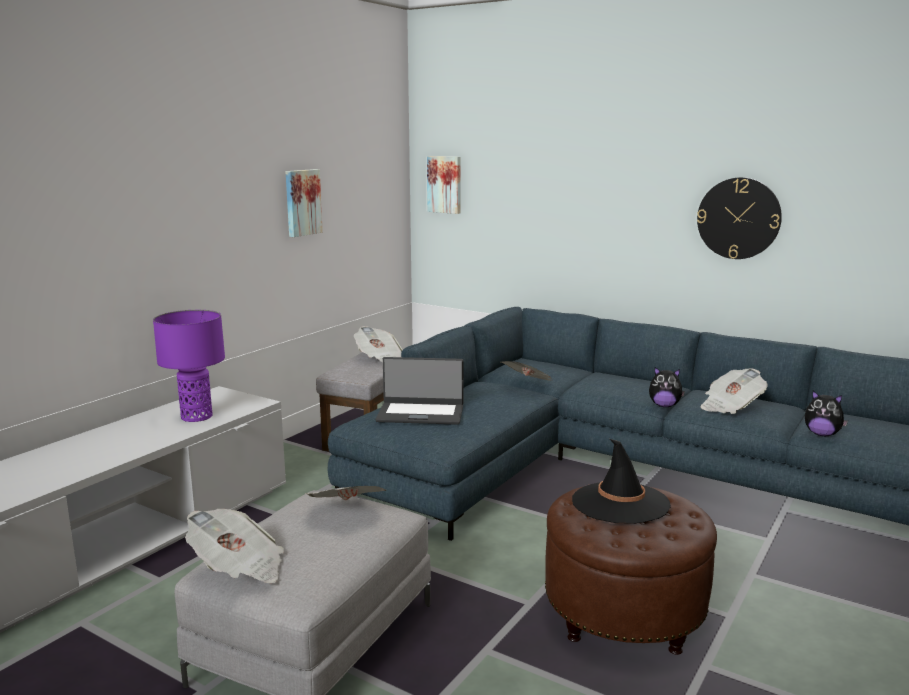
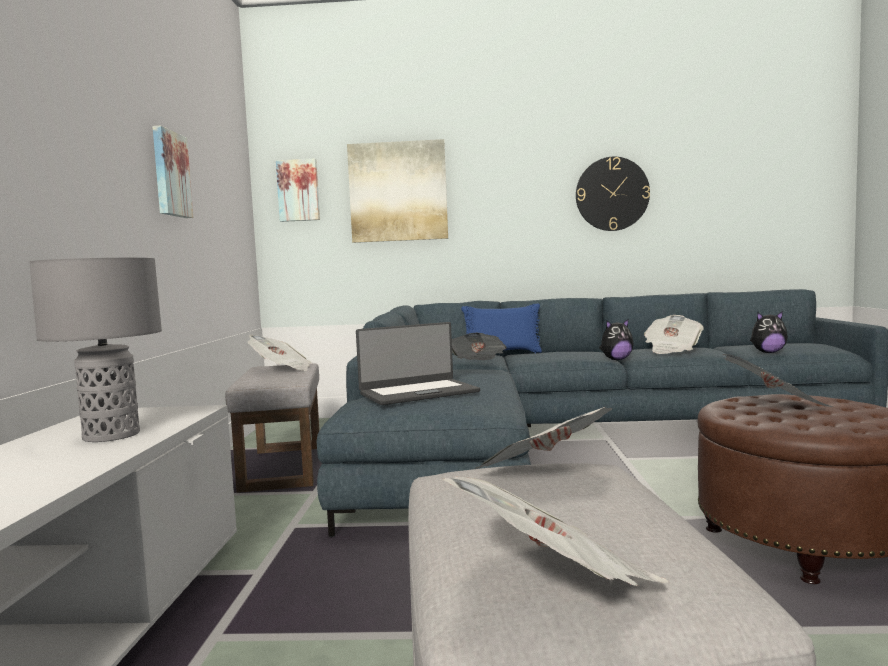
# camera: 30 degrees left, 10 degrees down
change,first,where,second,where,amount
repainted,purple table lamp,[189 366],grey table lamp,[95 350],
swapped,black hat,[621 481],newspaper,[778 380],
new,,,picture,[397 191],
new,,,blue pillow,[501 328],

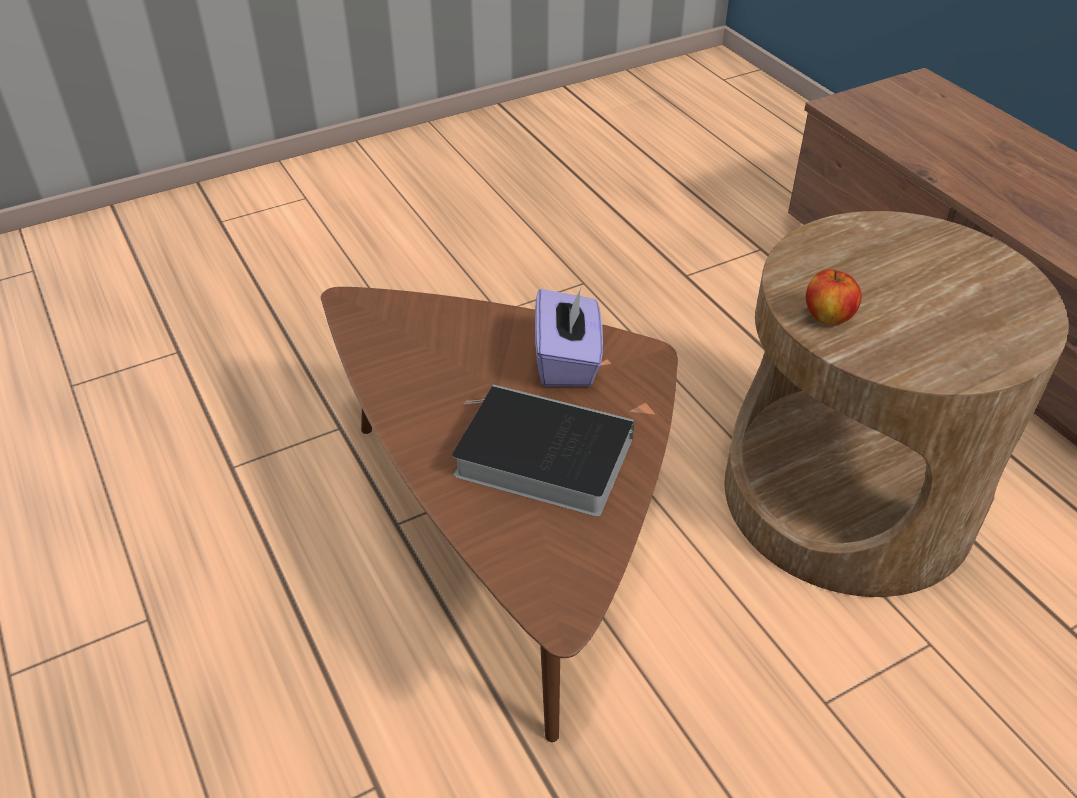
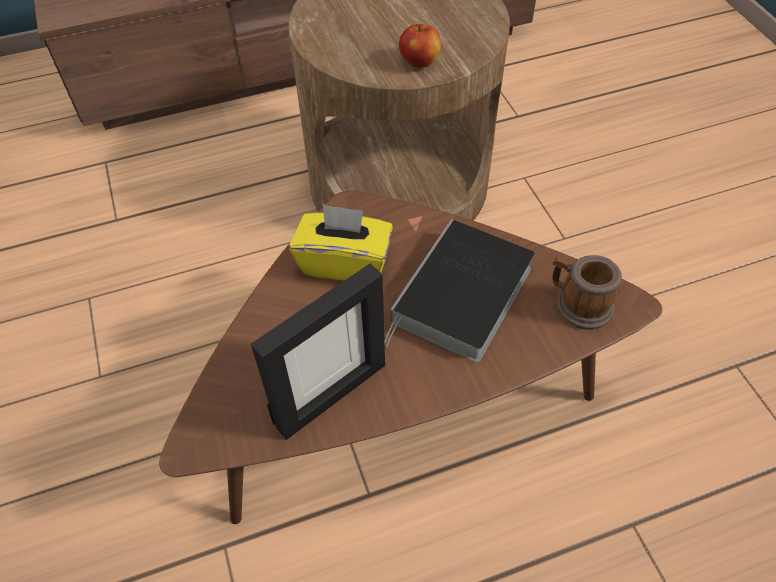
# camera: 80 degrees left, 10 degrees up
change,first,where,second,where,amount
repainted,purple tissue box,[569 337],yellow tissue box,[341 242],
new,,,mug,[587 292],
new,,,picture frame,[318 351],

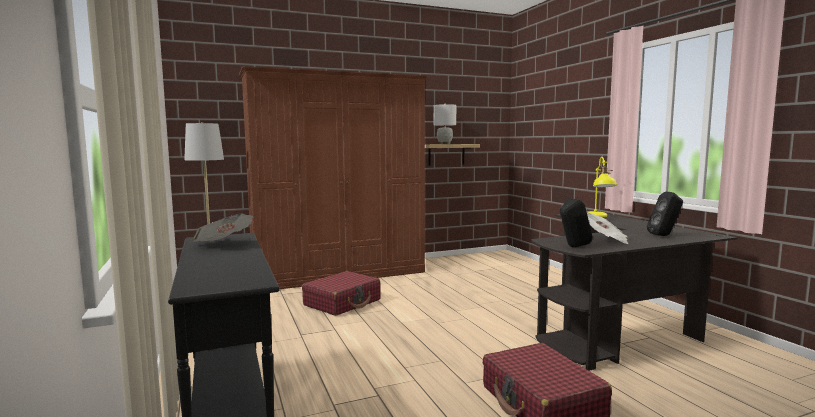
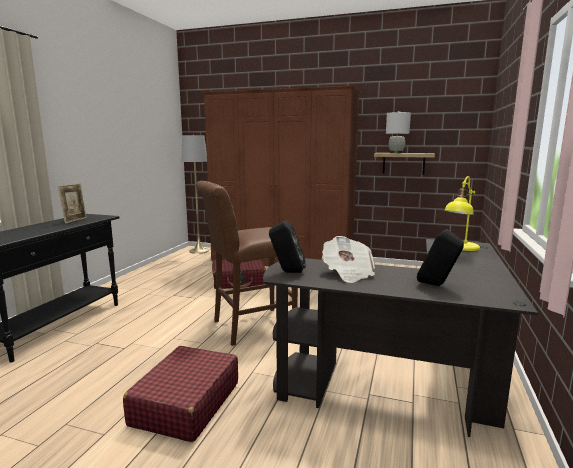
# camera: 40 degrees right, 5 degrees up
change,first,where,second,where,amount
swapped,newspaper,[223 228],picture frame,[72 203],
new,,,brown stool,[247 263],

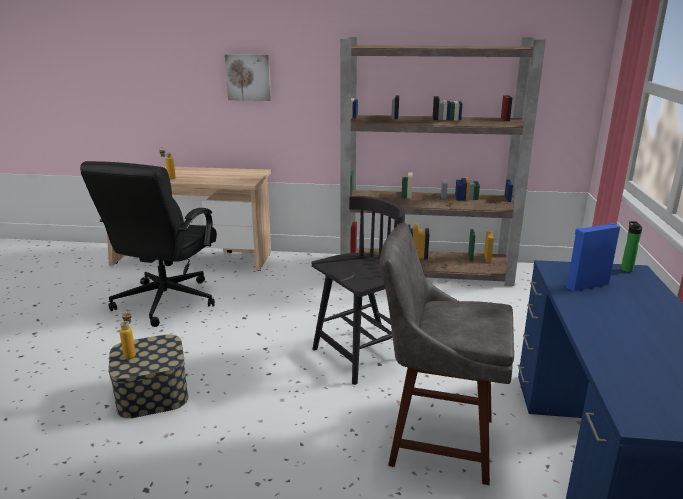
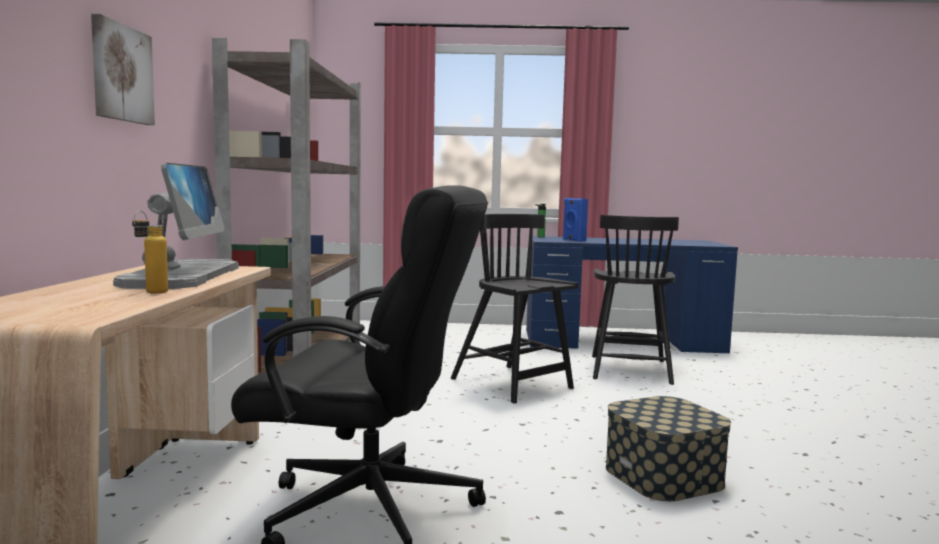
# camera: 95 degrees left, 15 degrees down
change,first,where,second,where,amount
swapped,grey stool,[446 354],black chair,[635 300],
gone,bottle,[128 335],,,
new,,,monitor,[176 226],

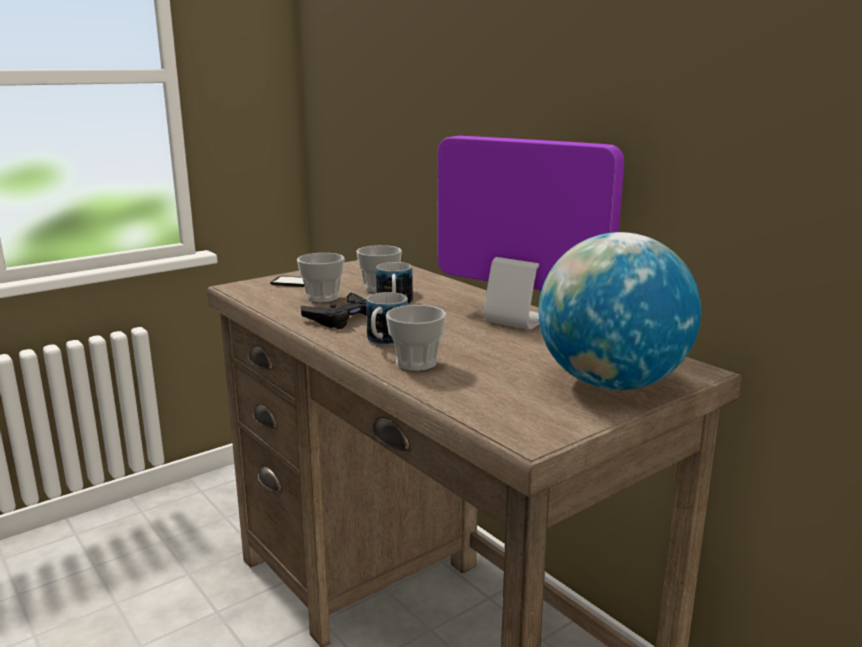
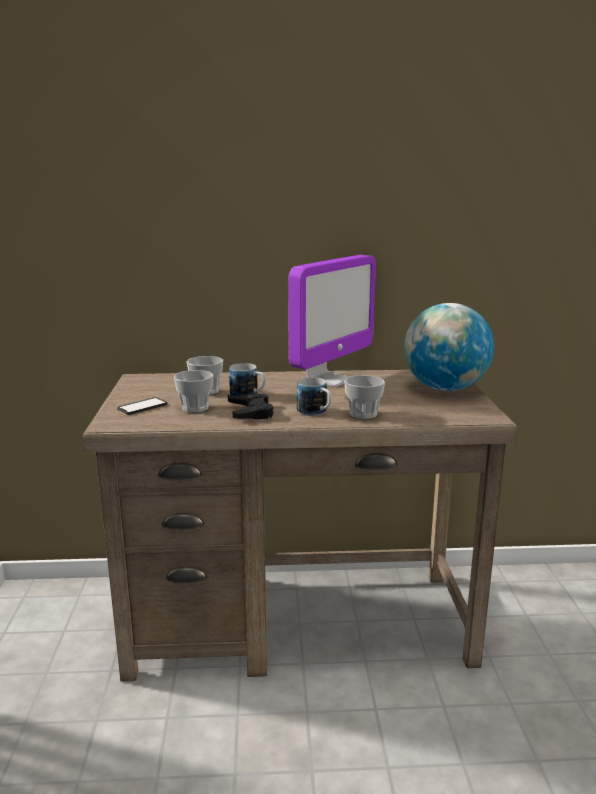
# camera: 55 degrees left, 0 degrees up
change,first,where,second,where,amount
rotated,monitor,[530 233],,[332 321],150 degrees clockwise

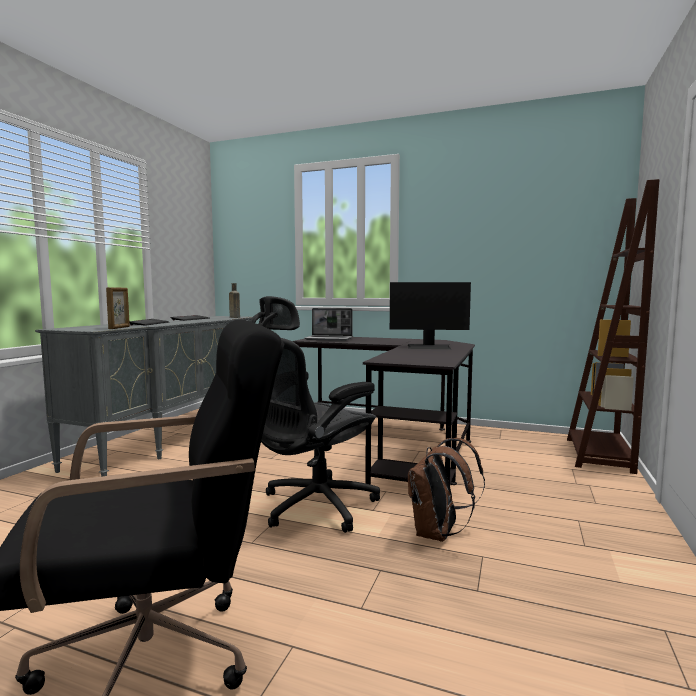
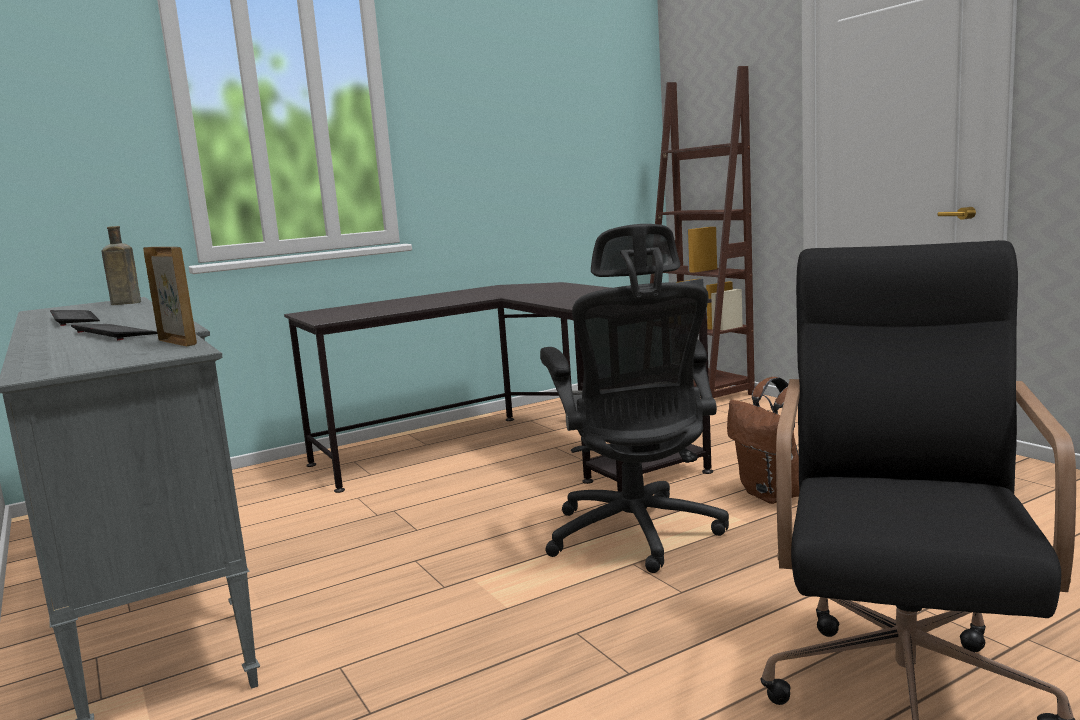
# camera: 50 degrees left, 5 degrees up
change,first,where,second,where,amount
gone,monitor,[430 315],,,
gone,laptop,[328 324],,,

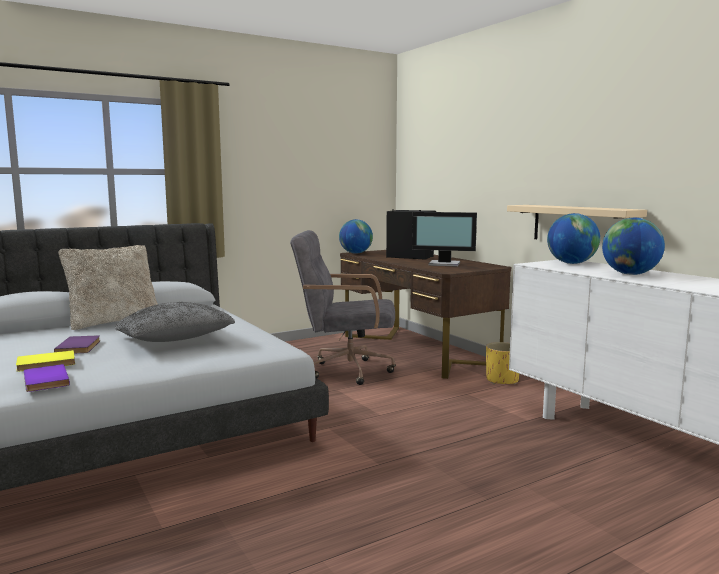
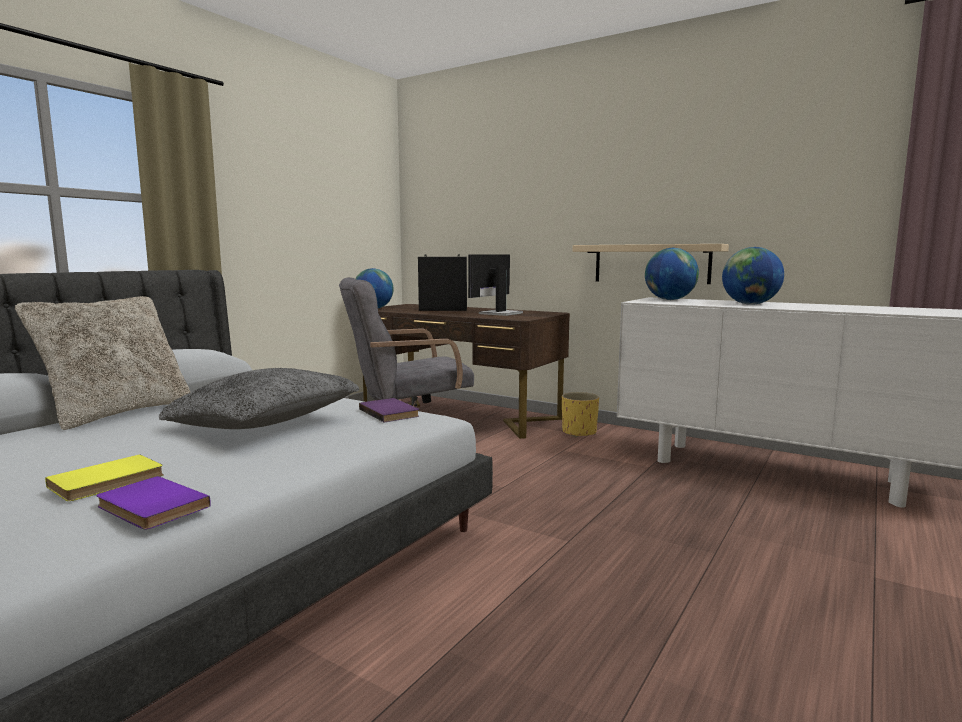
# camera: 25 degrees left, 0 degrees up
change,first,where,second,where,amount
rotated,monitor,[444 239],,[495 285],135 degrees clockwise
shifted,purple book,[77 344],,[389 410],

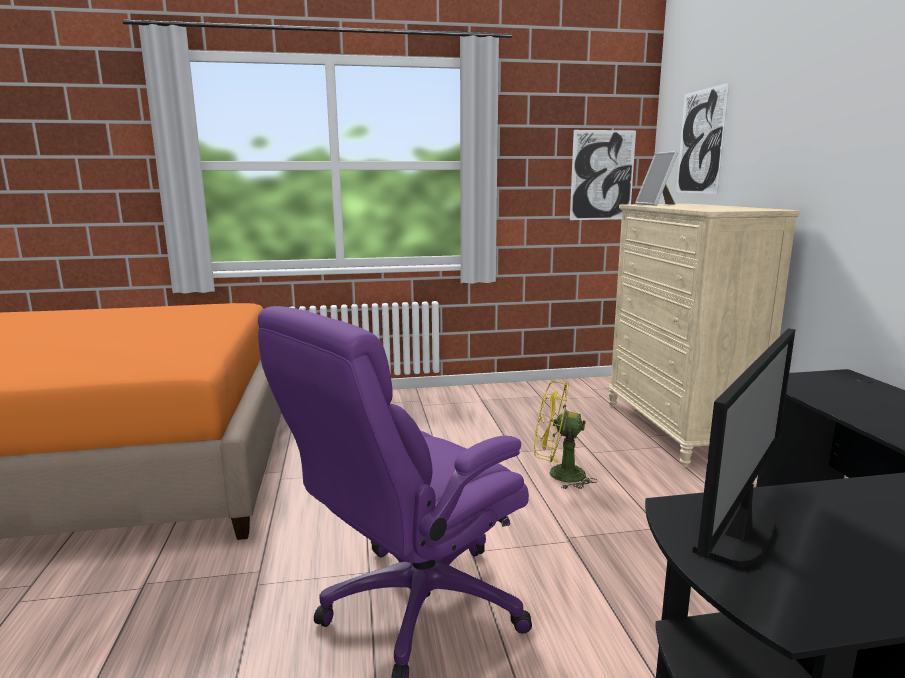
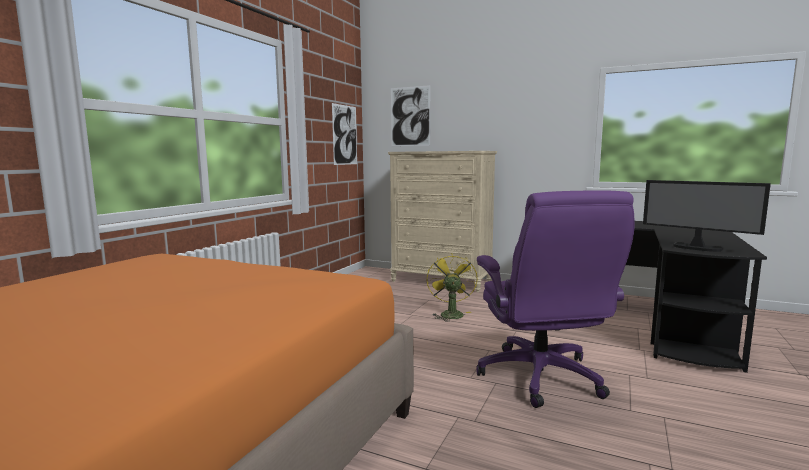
# camera: 55 degrees left, 5 degrees down
change,first,where,second,where,amount
gone,picture frame,[656 178],,,
rotated,monitor,[744 448],,[707 216],150 degrees clockwise
rotated,yellow fan,[565 435],,[452 287],135 degrees clockwise

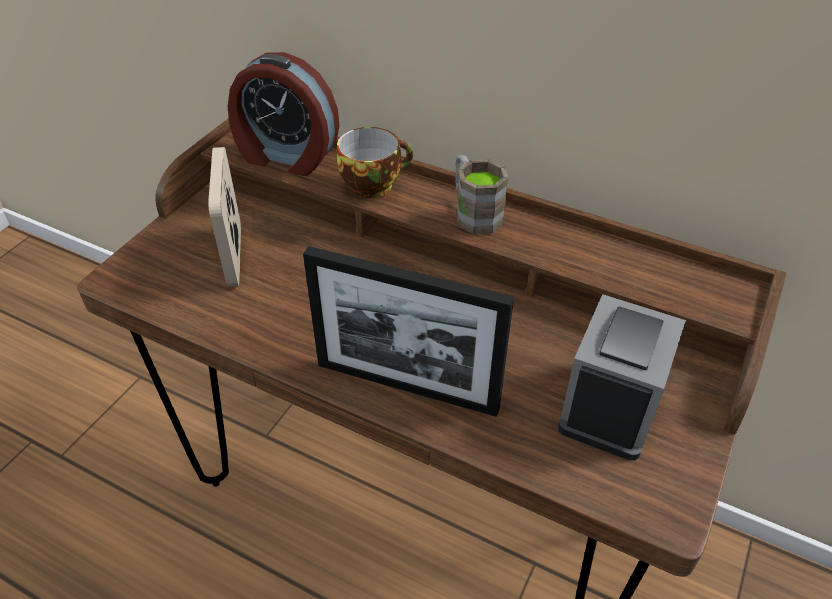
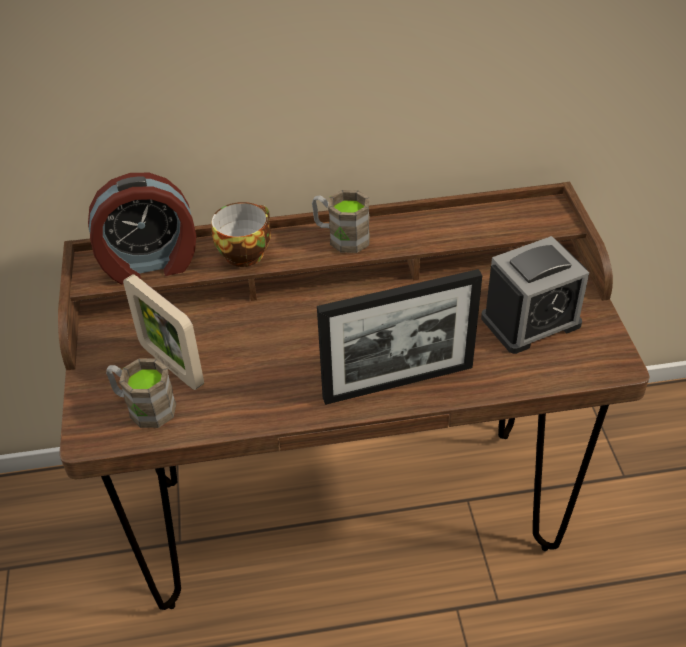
# camera: 35 degrees left, 0 degrees up
change,first,where,second,where,amount
rotated,alarm clock,[622 377],,[535 295],75 degrees clockwise
new,,,brown mug,[141 393],

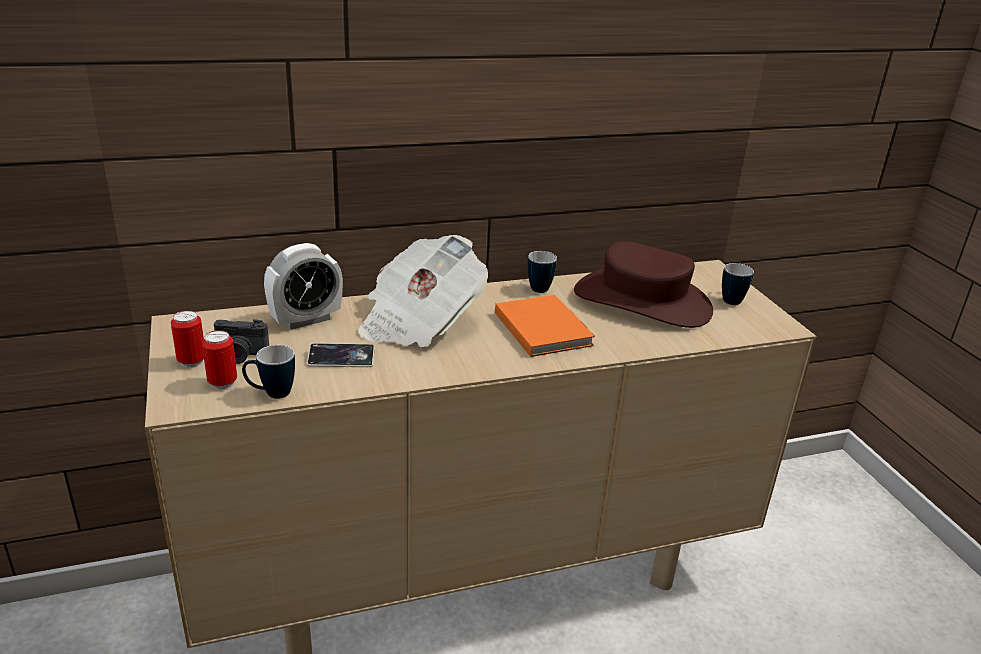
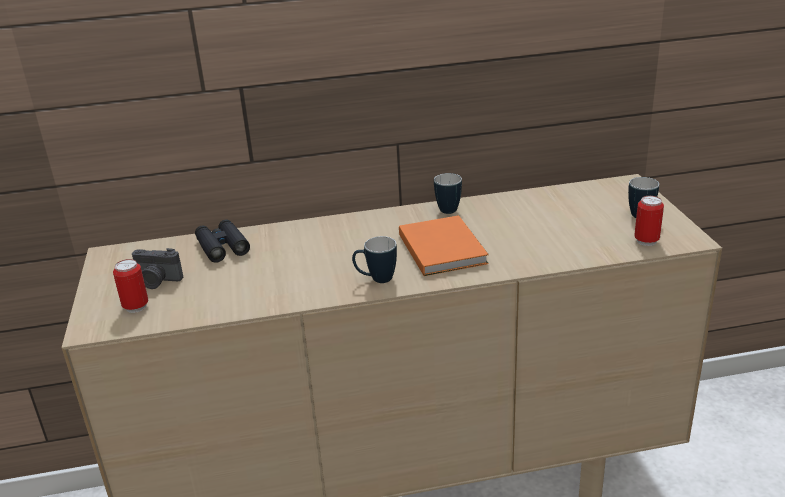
# camera: 10 degrees right, 0 degrees up
change,first,where,second,where,amount
gone,newspaper,[423 291],,,
gone,brown hat,[643 284],,,
swapped,alarm clock,[303 286],black binoculars,[222 241],
shifted,can,[187 339],,[649 221],
gone,phone,[341 355],,,
shifted,mug,[268 372],,[374 259],

